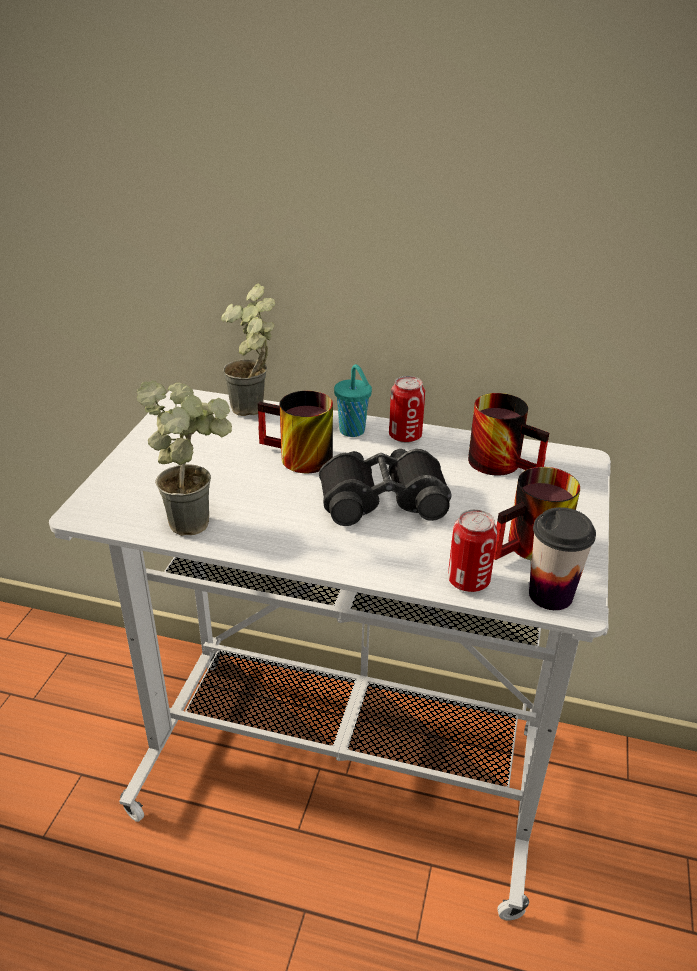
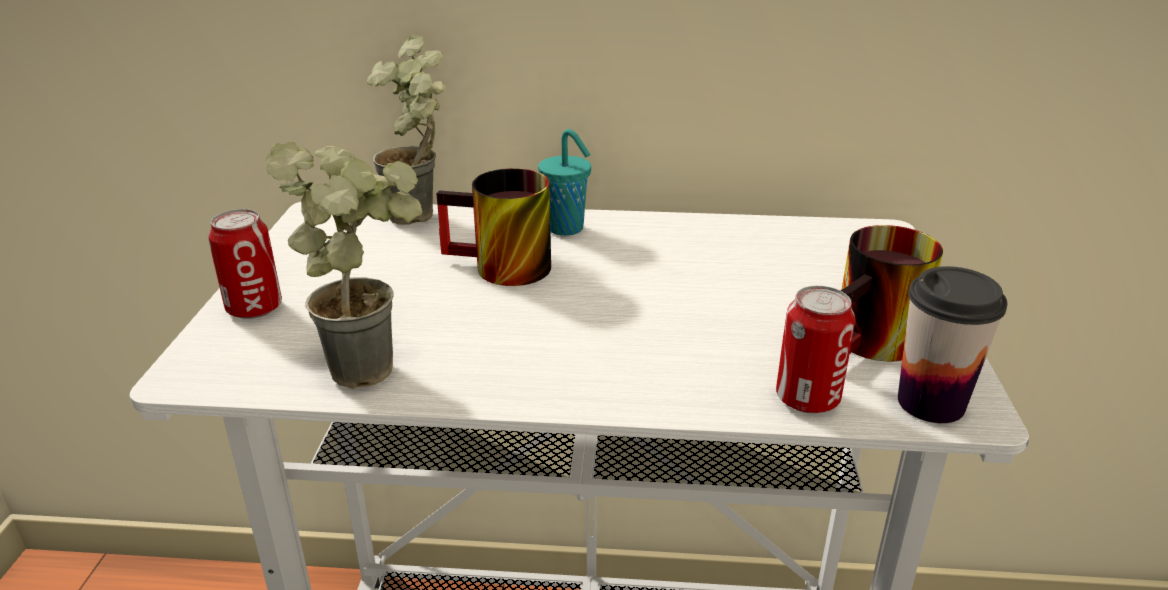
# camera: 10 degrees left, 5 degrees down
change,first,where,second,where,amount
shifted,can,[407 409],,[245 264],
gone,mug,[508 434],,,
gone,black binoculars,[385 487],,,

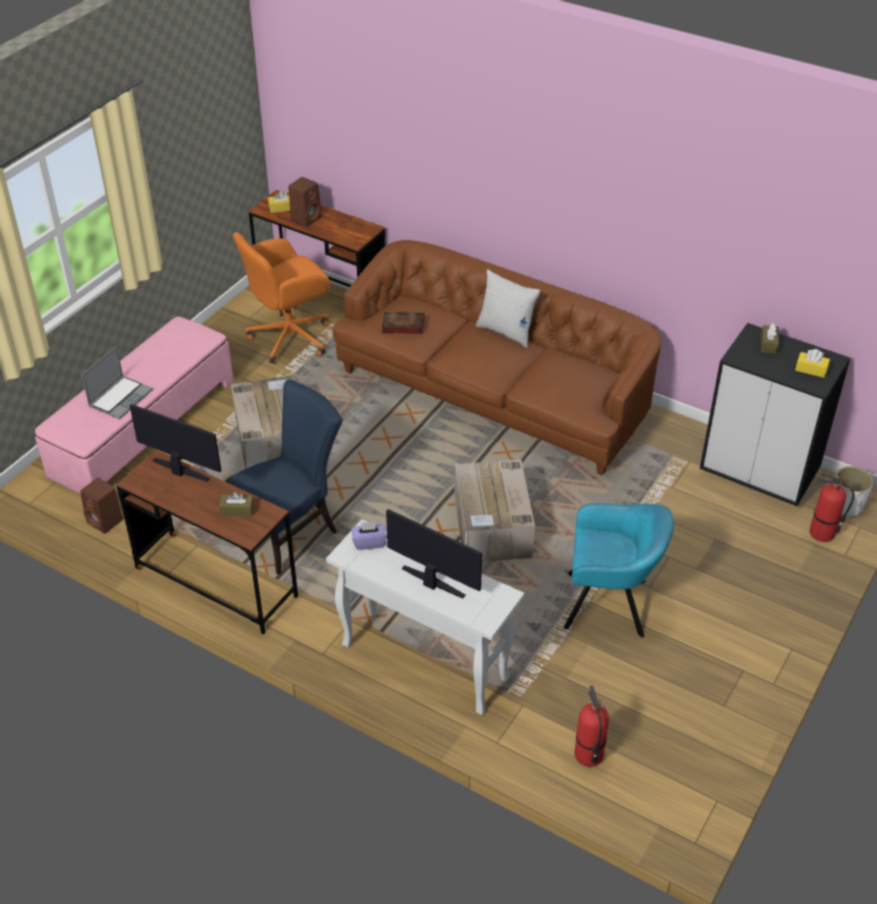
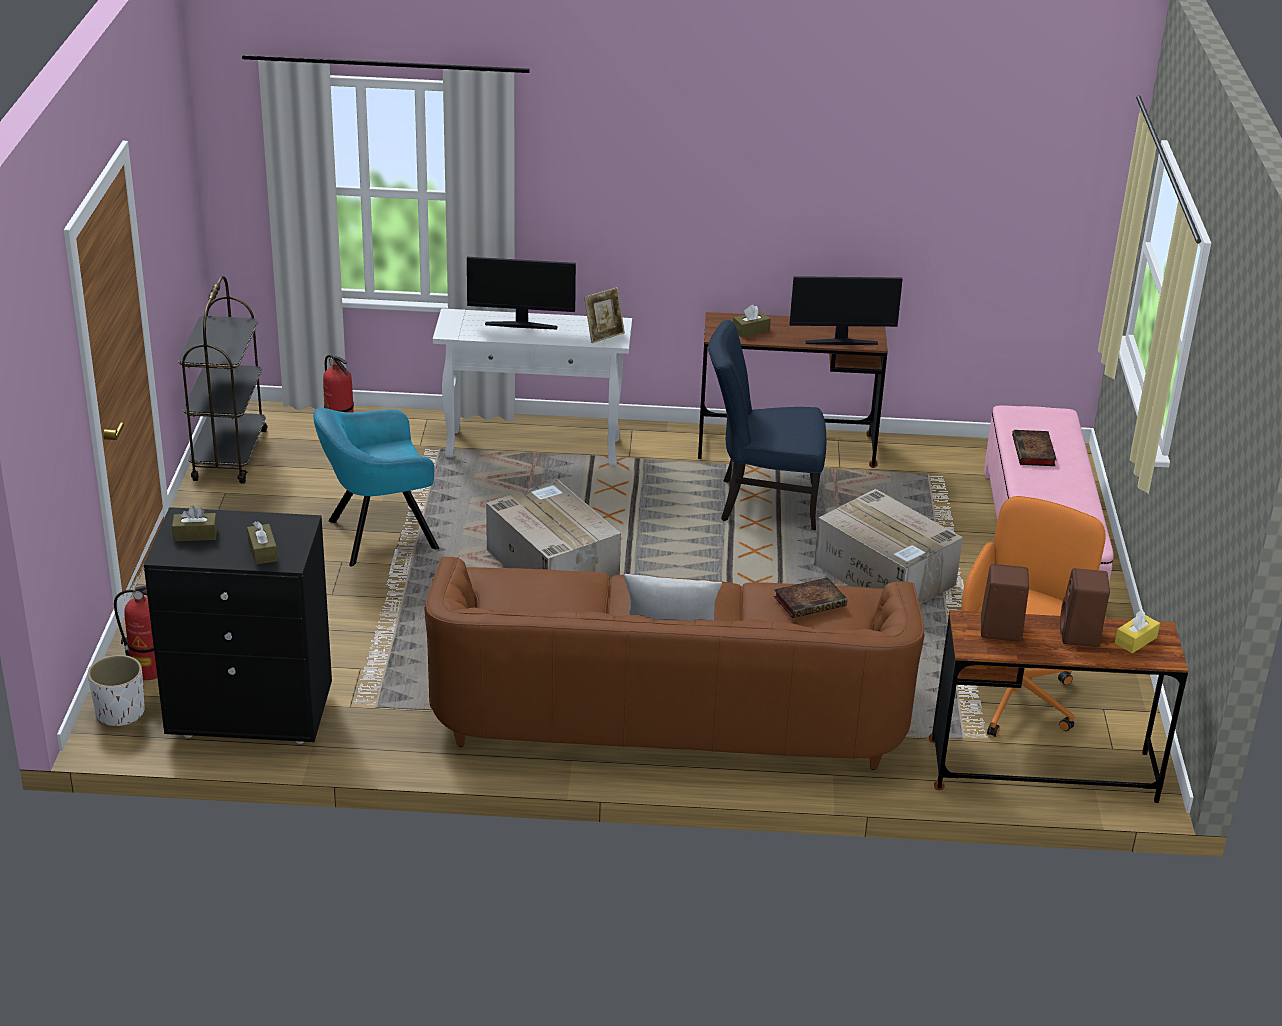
# camera: 150 degrees right, 10 degrees down
change,first,where,second,where,amount
swapped,laptop,[117 382],book,[1034 448],
repainted,yellow tissue box,[812 363],brown tissue box,[194 523],
rotated,blue chair,[284 477],,[767 425],75 degrees clockwise
shifted,brown speaker,[101 505],,[1005 602],
swapped,purple tissue box,[369 535],picture frame,[604 315],
new,,,black cart,[222 380],

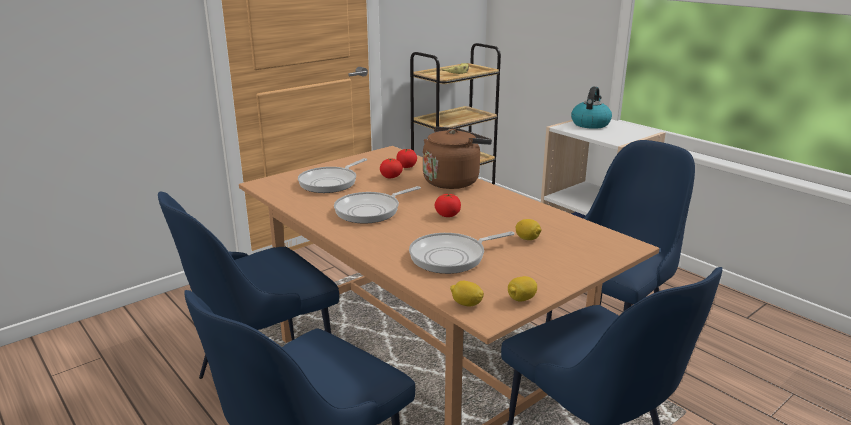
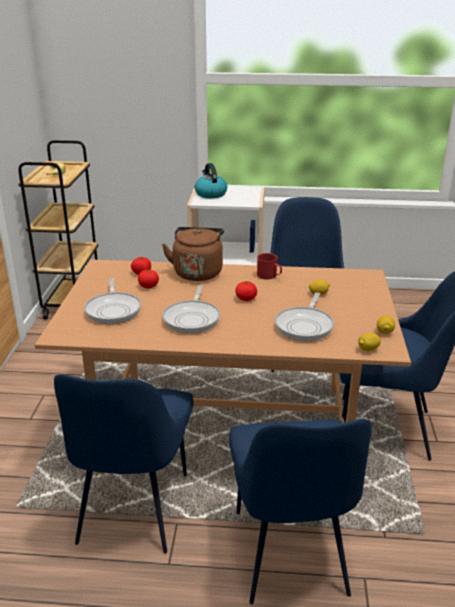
# camera: 45 degrees left, 5 degrees up
change,first,where,second,where,amount
new,,,red mug,[269 266],

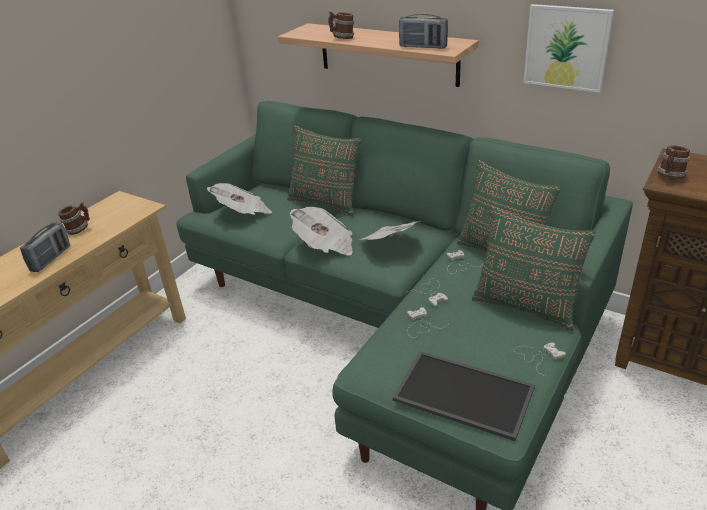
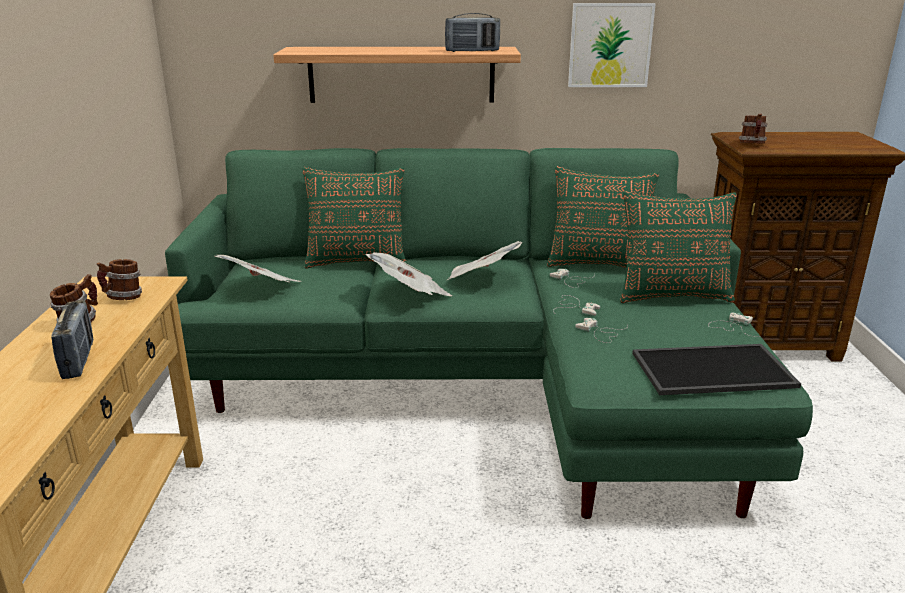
# camera: 35 degrees left, 10 degrees down
change,first,where,second,where,amount
shifted,mug,[341 25],,[119 279],

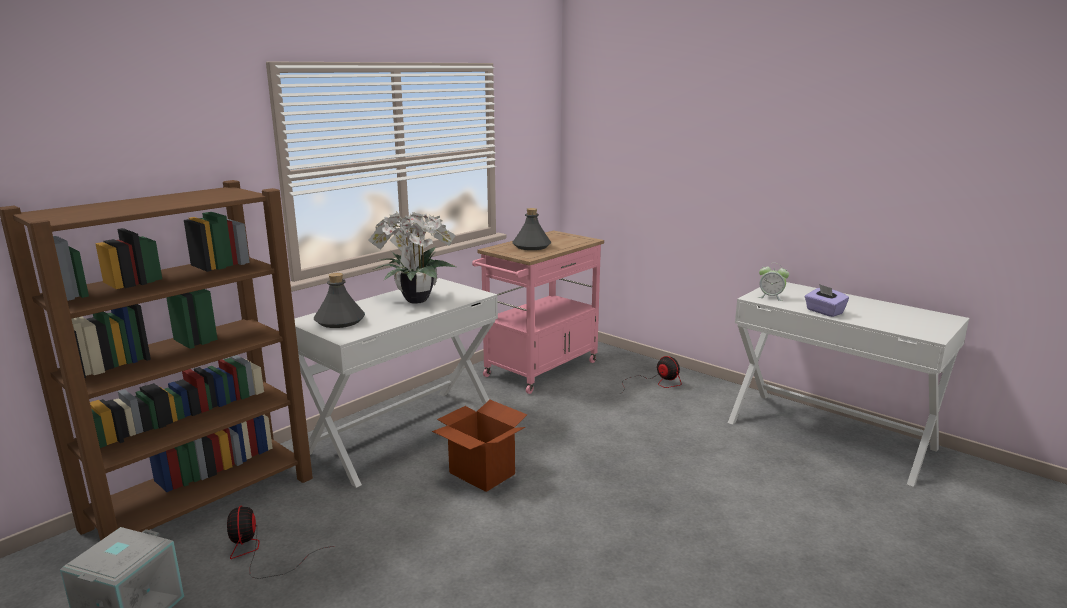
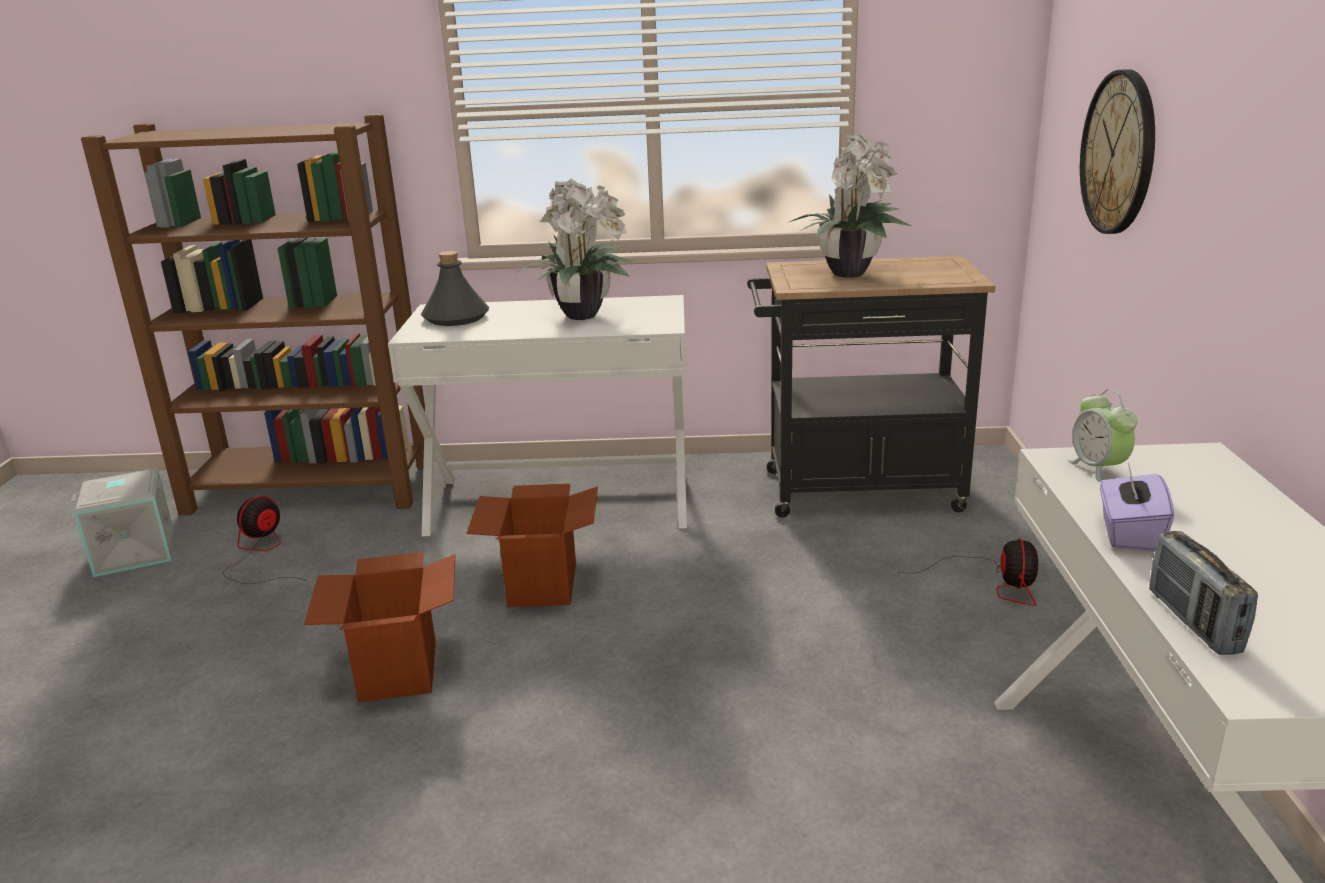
# camera: 50 degrees right, 5 degrees up
change,first,where,second,where,amount
swapped,grey bottle,[532 229],potted plant,[850 205],
repainted,pink cart,[538 312],black cart,[871 386],
new,,,wall clock,[1117 151],
new,,,radio,[1203 593],
new,,,cardboard box,[380 627],

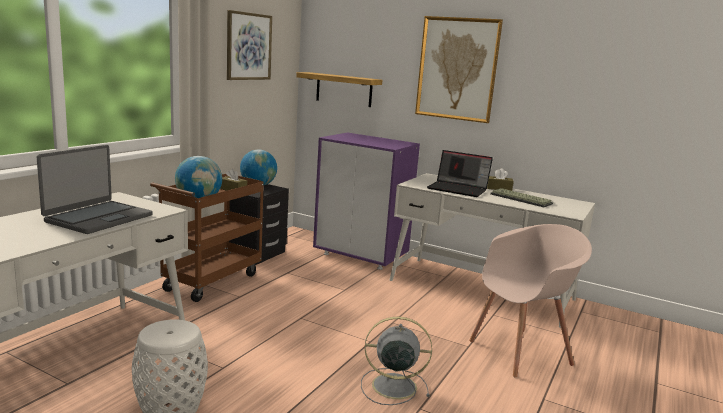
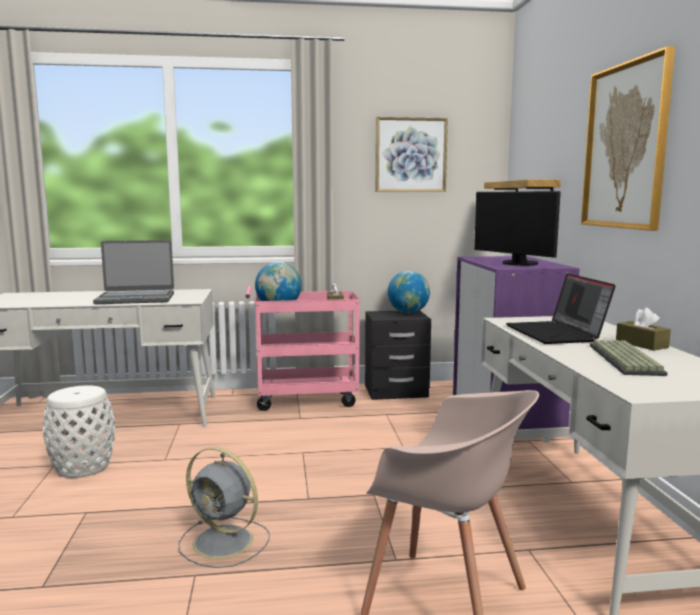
# camera: 55 degrees right, 5 degrees down
change,first,where,second,where,amount
repainted,brown cart,[207 238],pink cart,[303 348],
rotated,grey fan,[396 361],,[224 507],150 degrees clockwise
new,,,monitor,[517 228],

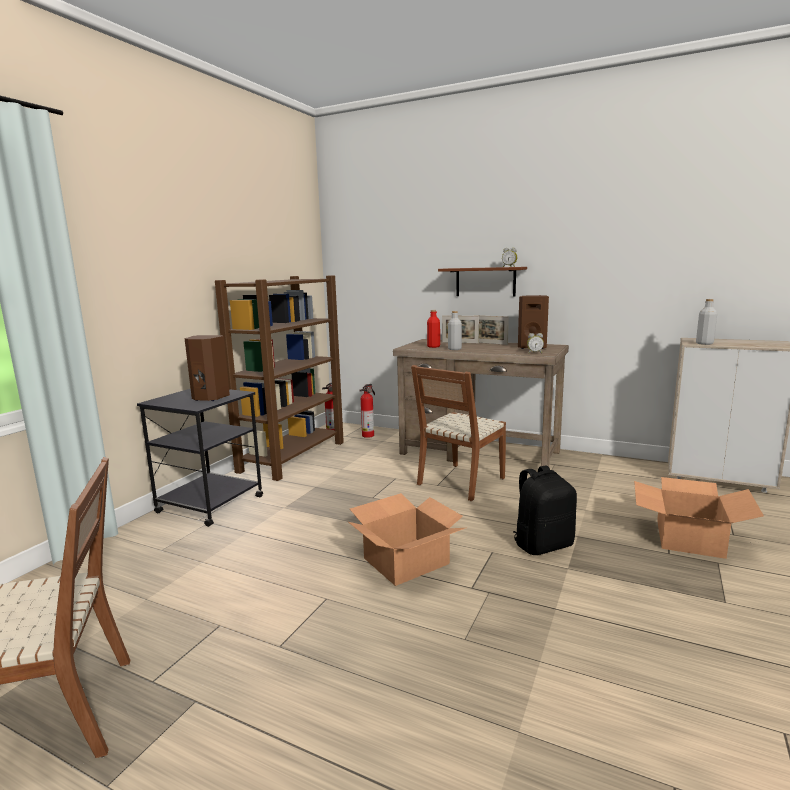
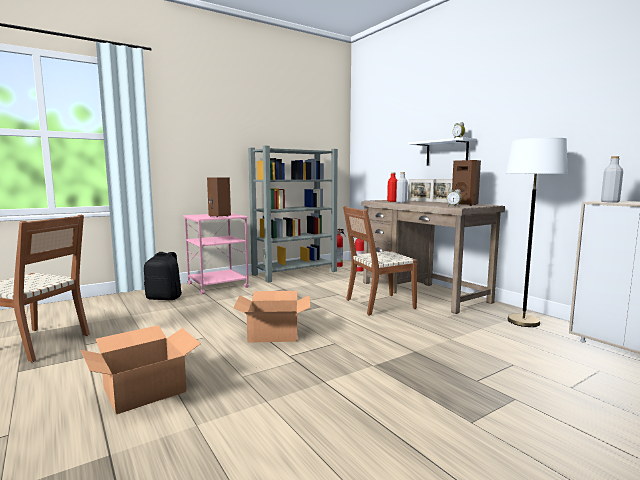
# camera: 30 degrees right, 5 degrees down
change,first,where,second,where,amount
repainted,brown shelf,[482 282],white shelf,[442 151],
repainted,brown bookcase,[279 378],grey bookcase,[293 214],
repainted,black cart,[200 458],pink cart,[216 254],
shifted,black backpack,[545 510],,[163 276],
shifted,cardboard box,[699 518],,[141 369],
new,,,white floor lamp,[537 232],

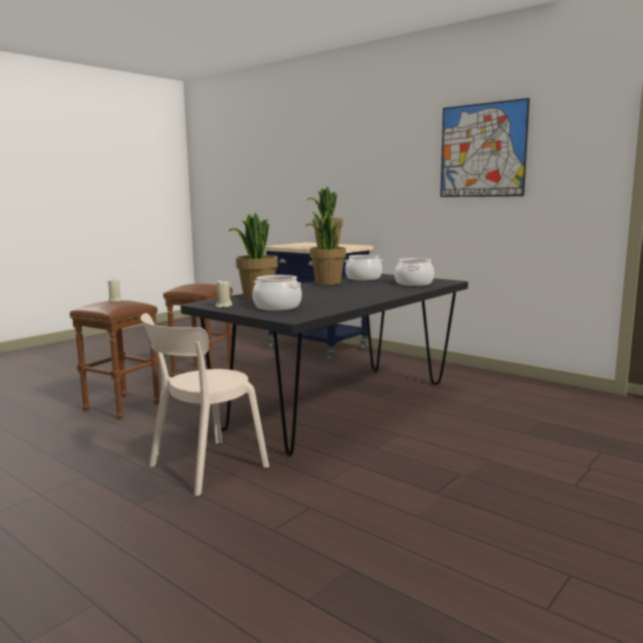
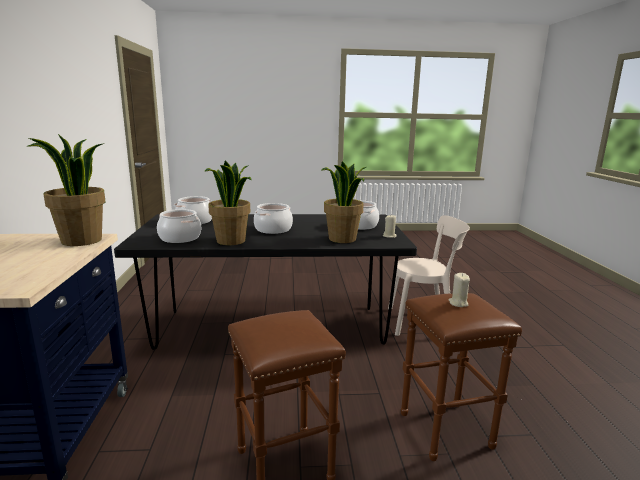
# camera: 135 degrees left, 5 degrees up
change,first,where,second,where,amount
gone,picture,[485 147],,,
new,,,cooking pot,[273 218],

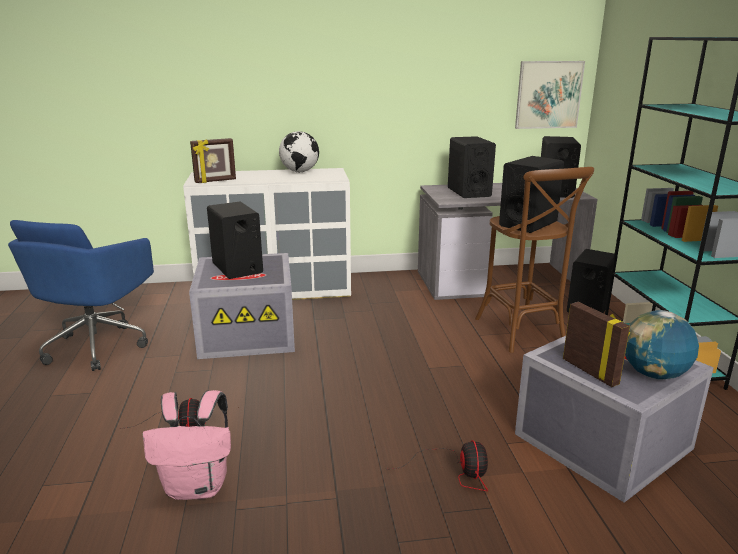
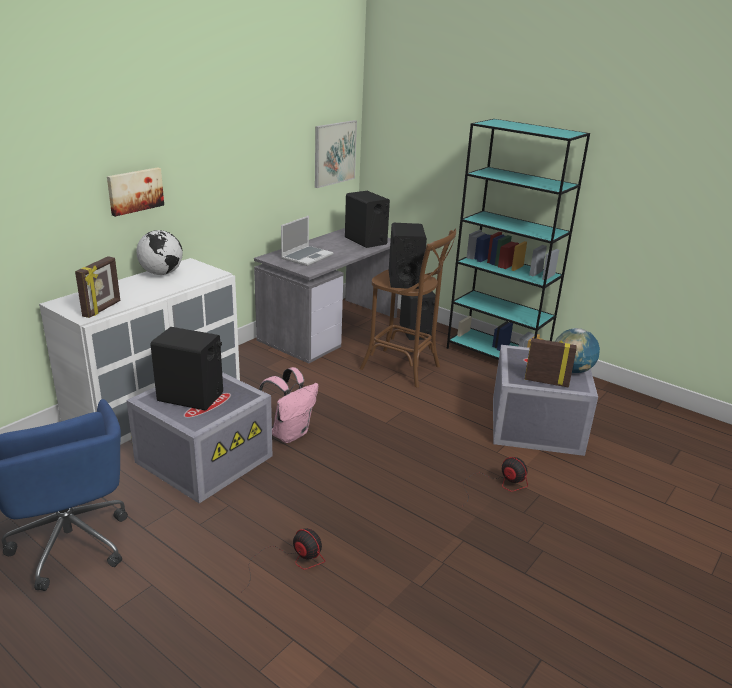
# camera: 45 degrees left, 5 degrees up
change,first,where,second,where,amount
swapped,black speaker,[472 167],laptop,[307 241],
shifted,pink backpack,[187 445],,[288 405],
new,,,picture,[135 192],

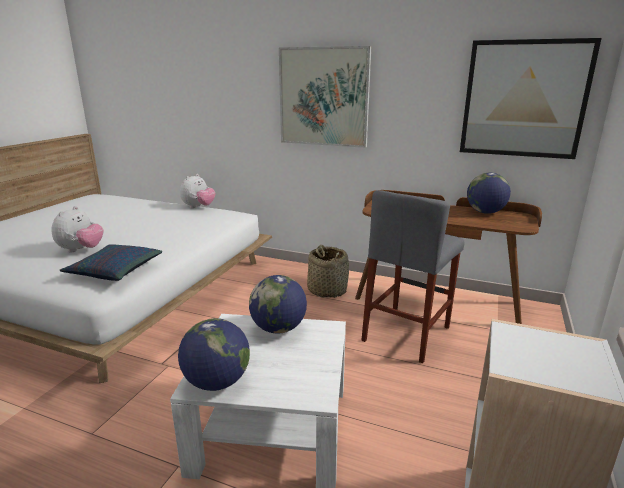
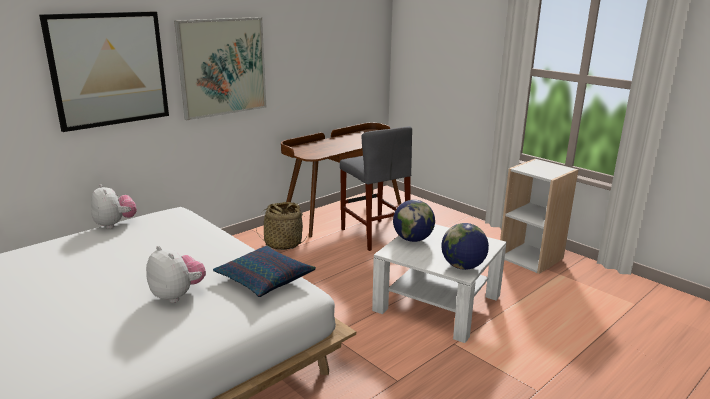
# camera: 65 degrees left, 0 degrees up
change,first,where,second,where,amount
shifted,picture,[531 98],,[104 71],
gone,globe,[489 193],,,

